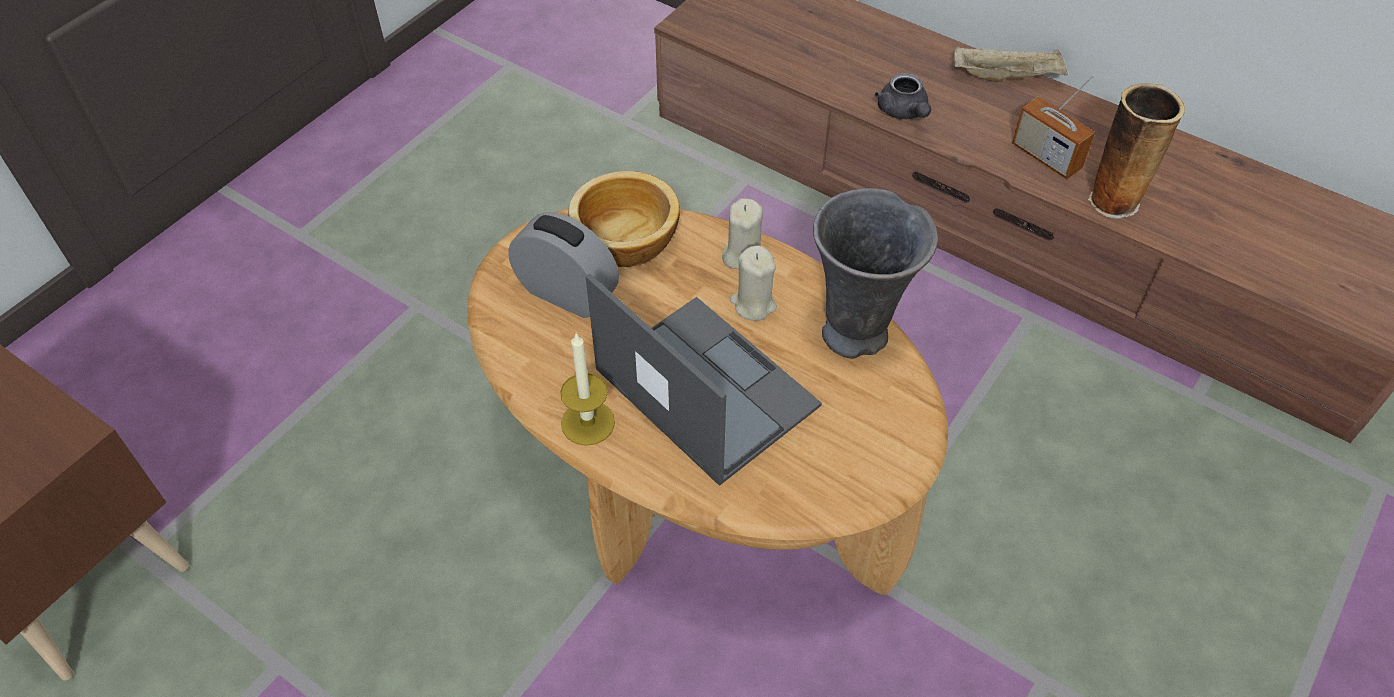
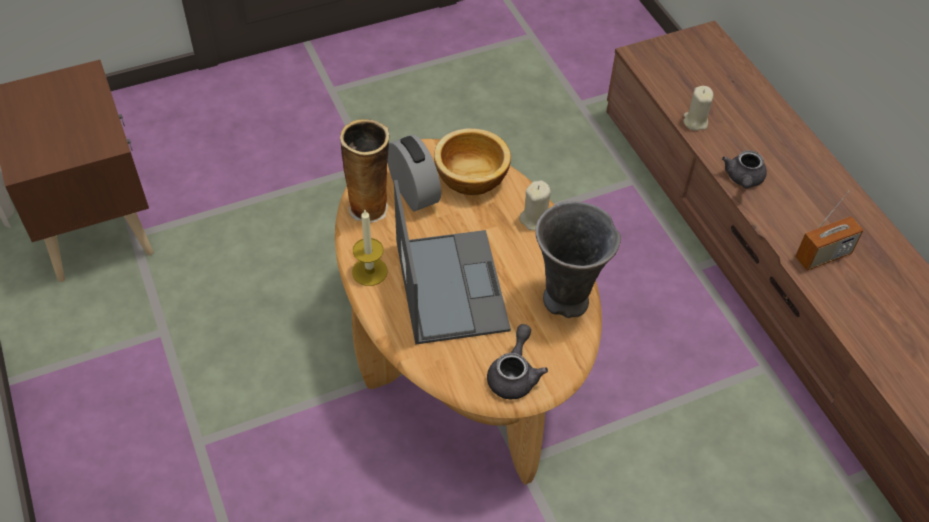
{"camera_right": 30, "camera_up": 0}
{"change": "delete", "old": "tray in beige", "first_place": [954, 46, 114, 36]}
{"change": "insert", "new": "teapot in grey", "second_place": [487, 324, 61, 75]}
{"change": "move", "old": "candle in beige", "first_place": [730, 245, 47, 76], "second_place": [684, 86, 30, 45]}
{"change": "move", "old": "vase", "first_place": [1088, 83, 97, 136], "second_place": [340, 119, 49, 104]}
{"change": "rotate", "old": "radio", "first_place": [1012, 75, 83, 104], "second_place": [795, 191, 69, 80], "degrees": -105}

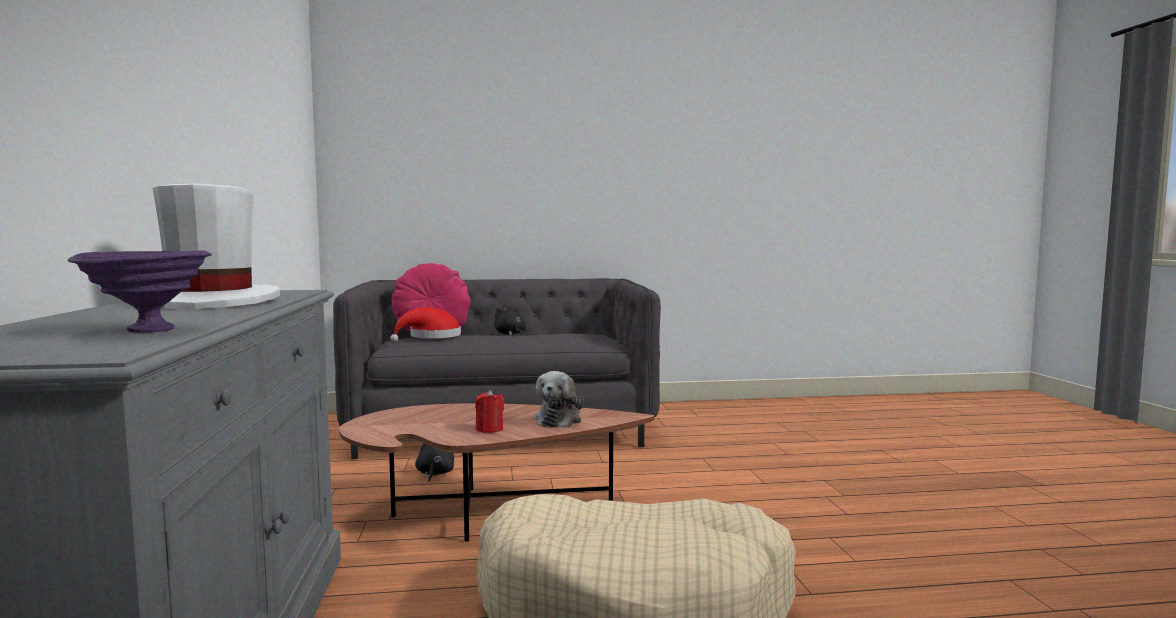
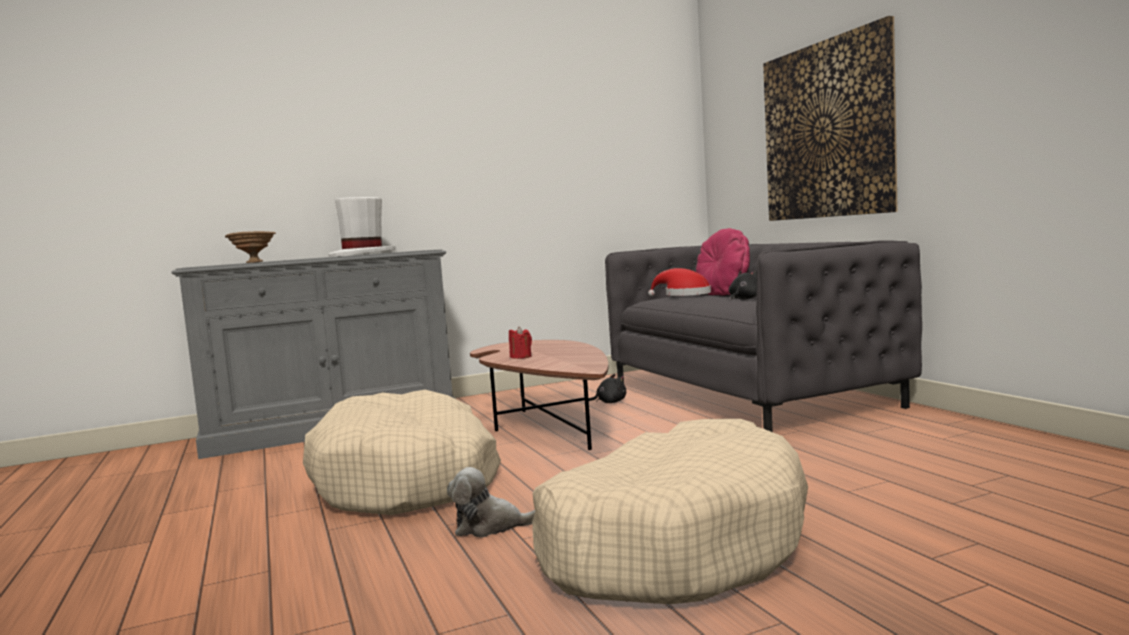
{"camera_right": 75, "camera_up": 0}
{"change": "insert", "new": "dog bed in beige", "second_place": [532, 419, 276, 185]}
{"change": "insert", "new": "picture", "second_place": [763, 16, 134, 205]}
{"change": "move", "old": "plush toy", "first_place": [535, 371, 49, 57], "second_place": [447, 467, 88, 71]}
{"change": "recolor", "old": "bowl in purple", "new": "bowl in brown", "first_place": [68, 250, 144, 83], "second_place": [225, 231, 51, 32]}

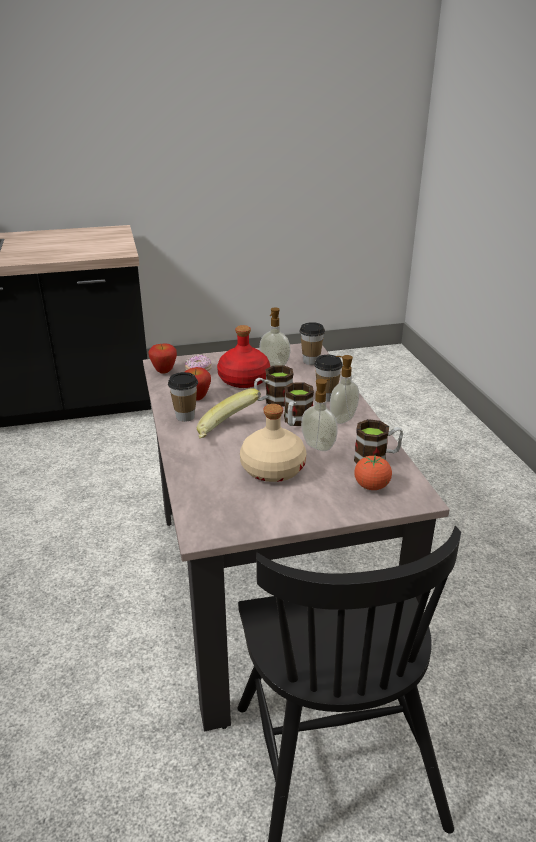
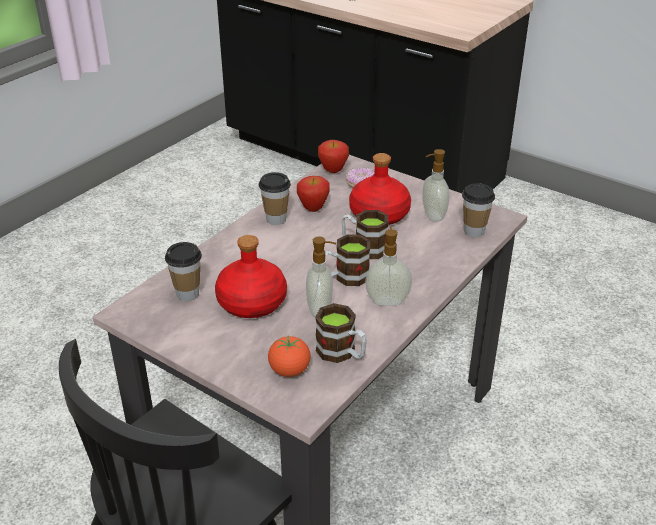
{"camera_right": 50, "camera_up": 5}
{"change": "delete", "old": "banana", "first_place": [197, 388, 64, 50]}
{"change": "move", "old": "cup", "first_place": [314, 355, 29, 47], "second_place": [165, 242, 37, 59]}
{"change": "recolor", "old": "bottle in beige", "new": "bottle in red", "first_place": [240, 404, 67, 78], "second_place": [215, 235, 72, 83]}

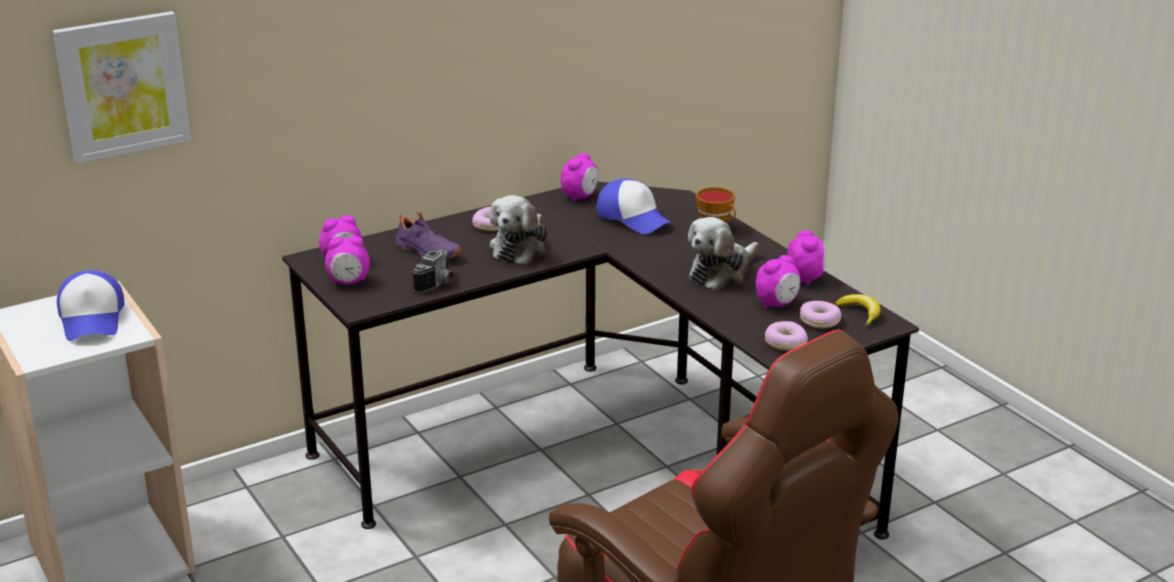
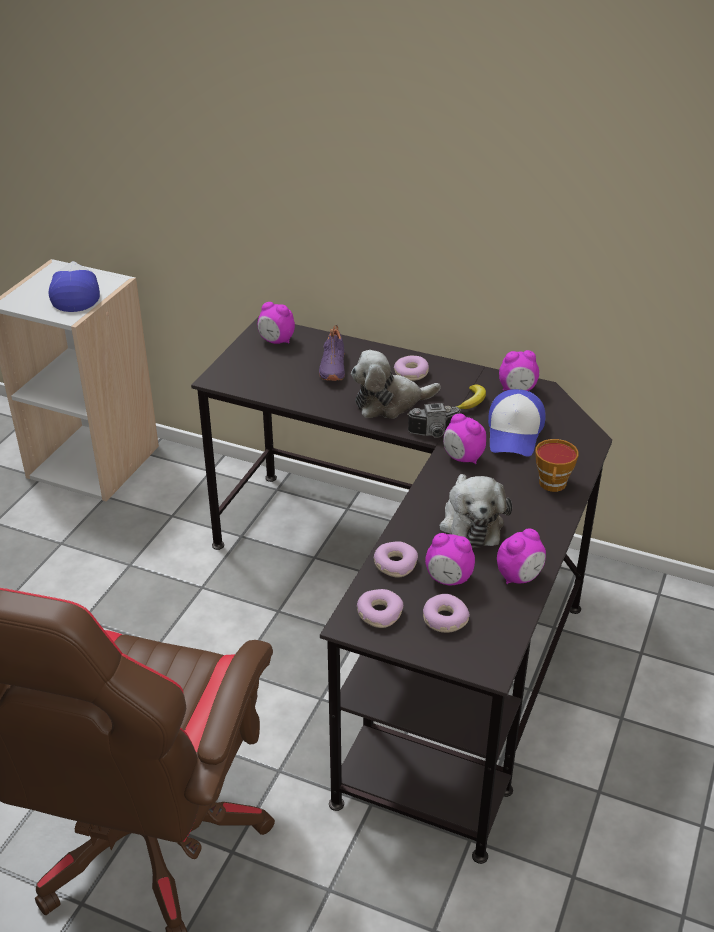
{"camera_right": 55, "camera_up": 10}
{"change": "delete", "old": "picture", "first_place": [53, 11, 138, 152]}
{"change": "insert", "new": "donut", "second_place": [374, 541, 44, 37]}
{"change": "move", "old": "alarm clock", "first_place": [325, 236, 45, 49], "second_place": [443, 414, 43, 50]}
{"change": "move", "old": "photo camera", "first_place": [413, 249, 40, 44], "second_place": [407, 403, 54, 35]}
{"change": "move", "old": "banana", "first_place": [835, 294, 46, 32], "second_place": [456, 385, 30, 24]}
{"change": "rotate", "old": "cap", "first_place": [57, 270, 68, 71], "second_place": [49, 261, 51, 51], "degrees": 135}
{"change": "rotate", "old": "plush toy", "first_place": [688, 217, 71, 73], "second_place": [439, 474, 73, 74], "degrees": -105}

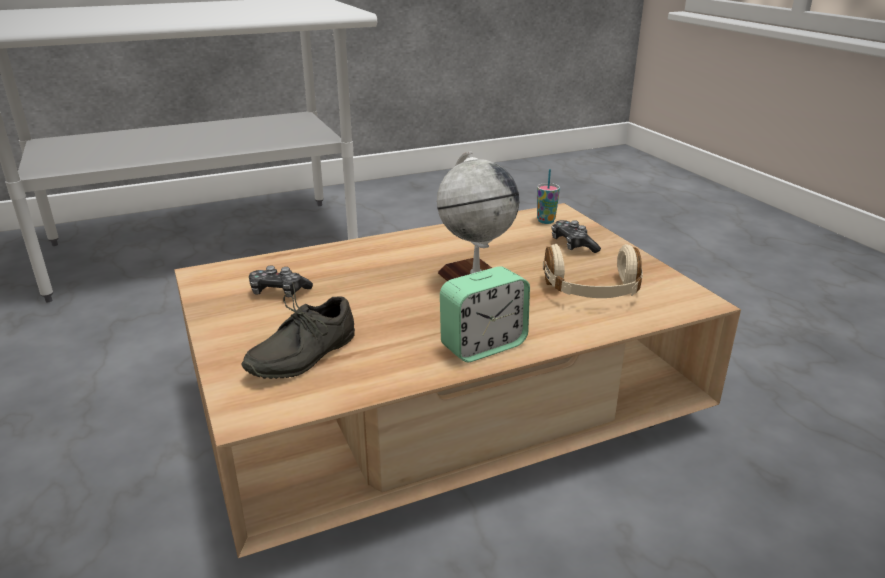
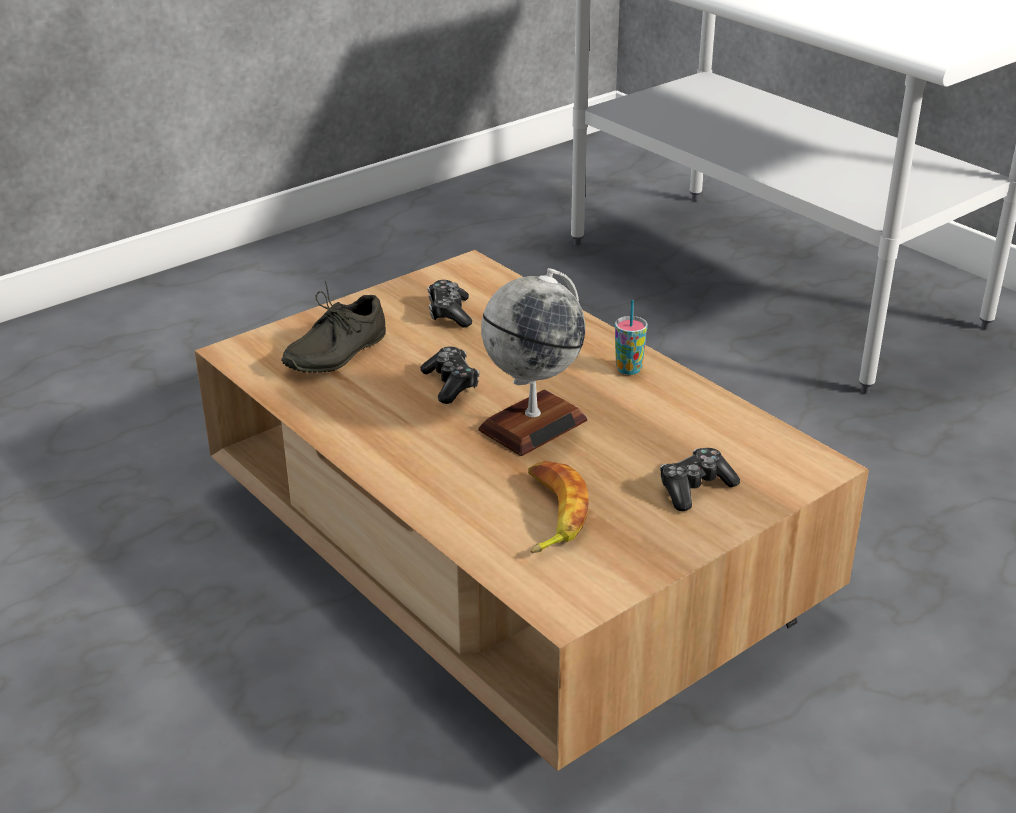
{"camera_right": 75, "camera_up": 5}
{"change": "delete", "old": "alarm clock", "first_place": [440, 266, 90, 96]}
{"change": "insert", "new": "game controller", "second_place": [420, 346, 59, 58]}
{"change": "move", "old": "cup", "first_place": [537, 169, 23, 55], "second_place": [615, 300, 33, 75]}
{"change": "replace", "old": "headphones in beige", "new": "banana", "first_place": [543, 244, 100, 54], "second_place": [528, 461, 61, 92]}
{"change": "rotate", "old": "shoe in grey", "first_place": [241, 282, 114, 97], "second_place": [281, 281, 105, 92], "degrees": -75}

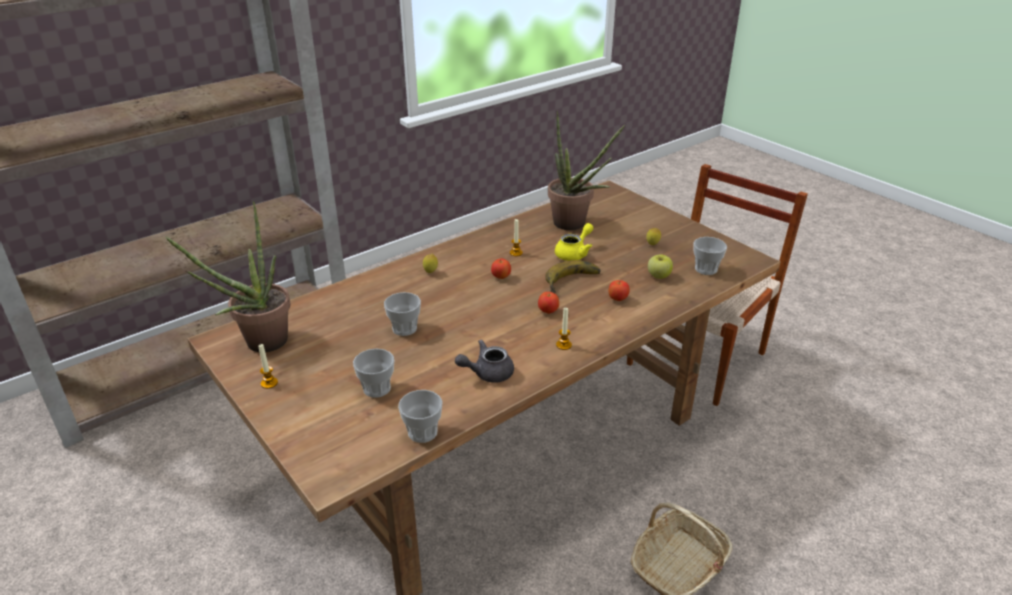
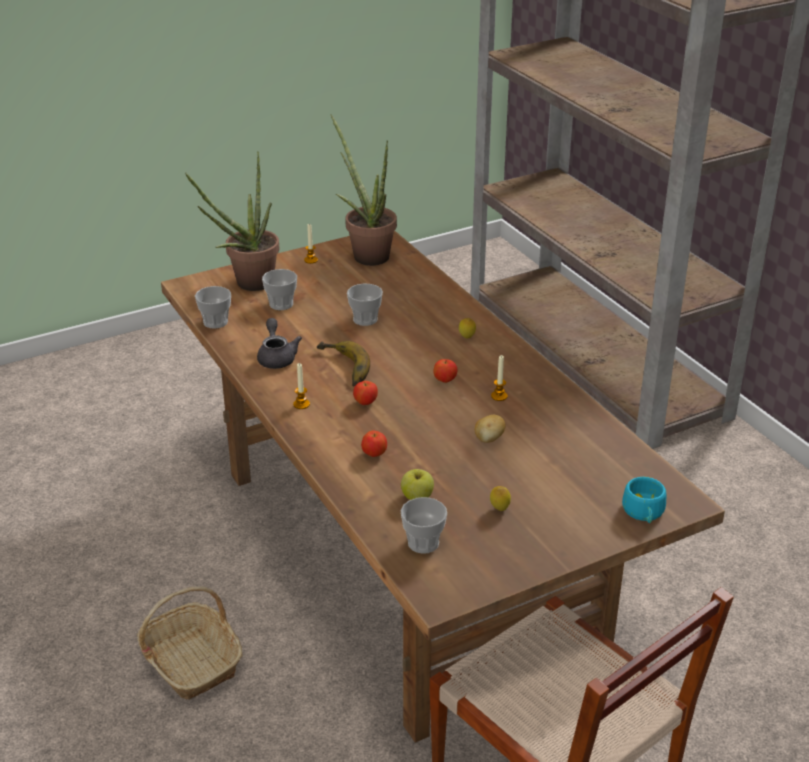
{"camera_right": 100, "camera_up": 0}
{"change": "insert", "new": "cup in turquoise", "second_place": [622, 477, 44, 46]}
{"change": "move", "old": "banana", "first_place": [545, 260, 56, 33], "second_place": [317, 341, 53, 46]}
{"change": "move", "old": "potted plant", "first_place": [548, 110, 77, 120], "second_place": [185, 151, 94, 140]}
{"change": "replace", "old": "teapot in yellow", "new": "potato", "first_place": [555, 223, 38, 38], "second_place": [475, 415, 31, 28]}

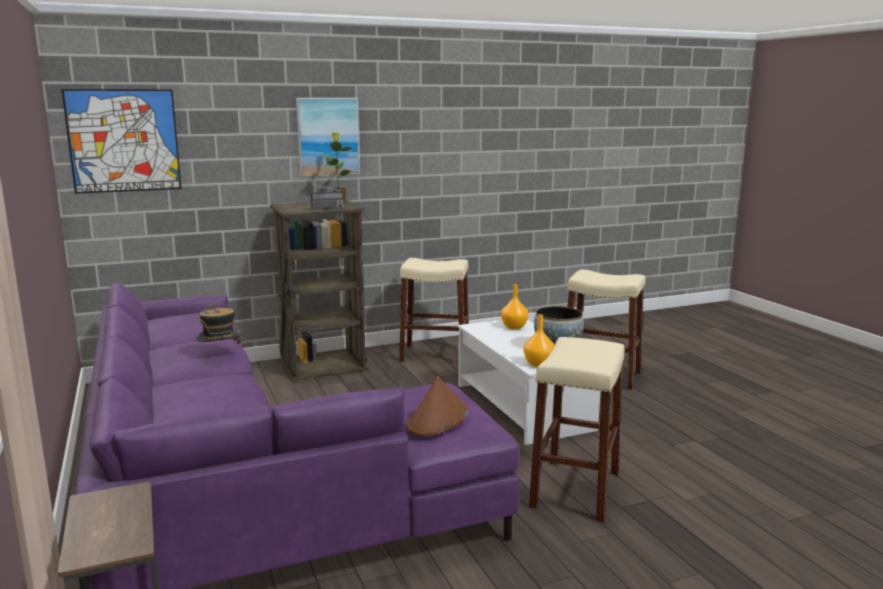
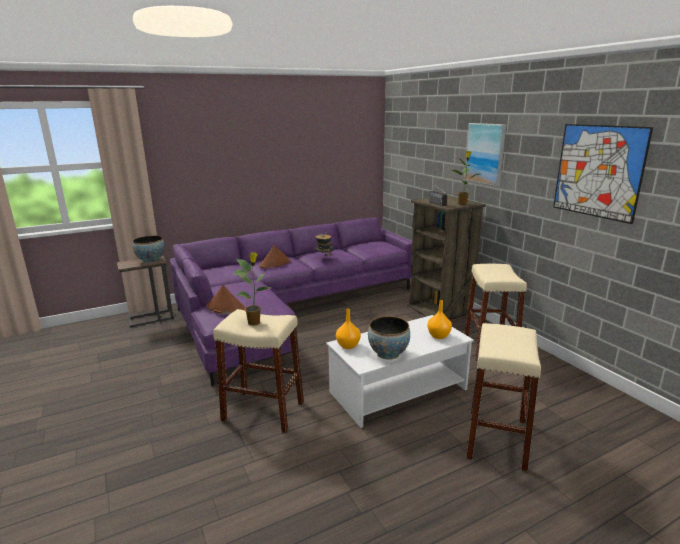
{"camera_right": 85, "camera_up": 5}
{"change": "insert", "new": "bowl", "second_place": [133, 236, 32, 27]}
{"change": "insert", "new": "potted plant", "second_place": [233, 252, 38, 74]}
{"change": "insert", "new": "hat in brown", "second_place": [259, 245, 31, 23]}
{"change": "move", "old": "picture", "first_place": [61, 89, 121, 105], "second_place": [553, 124, 100, 100]}

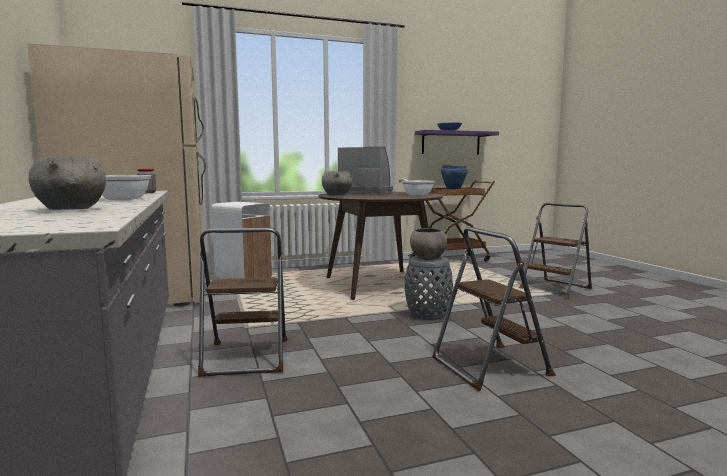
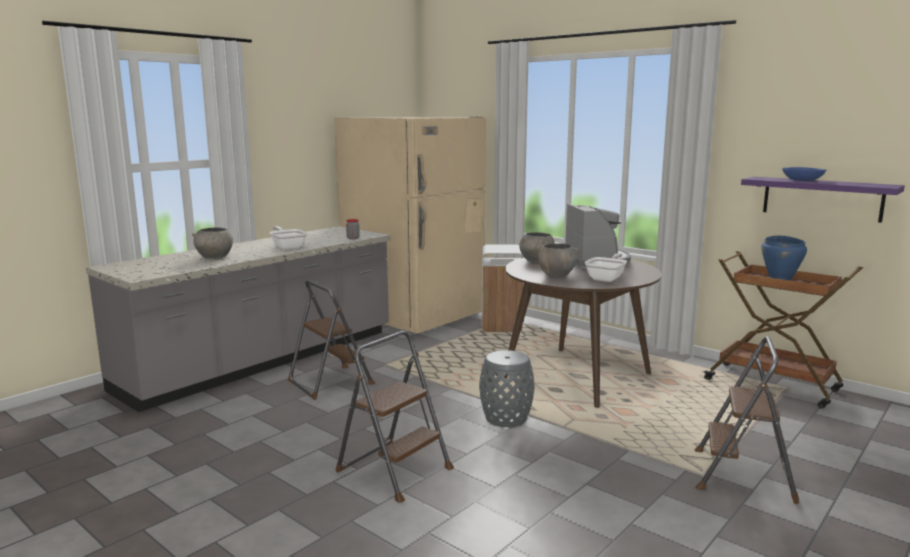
{"camera_right": 60, "camera_up": 5}
{"change": "move", "old": "bowl in grey", "first_place": [410, 228, 37, 32], "second_place": [538, 243, 42, 34]}

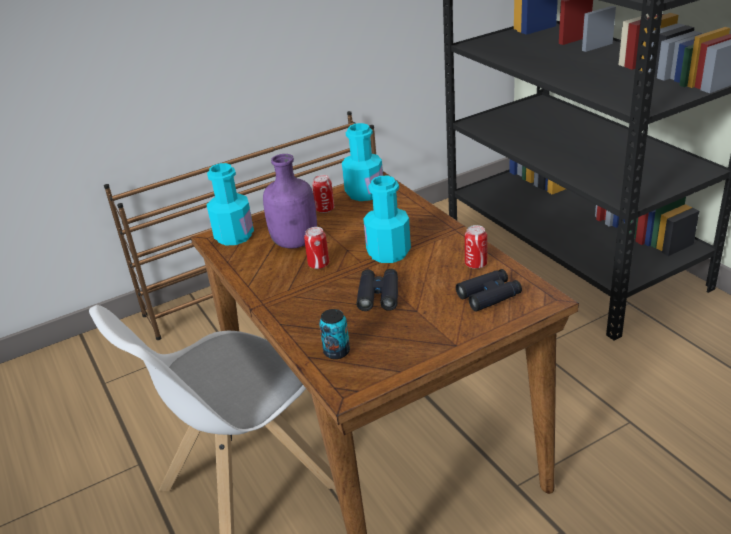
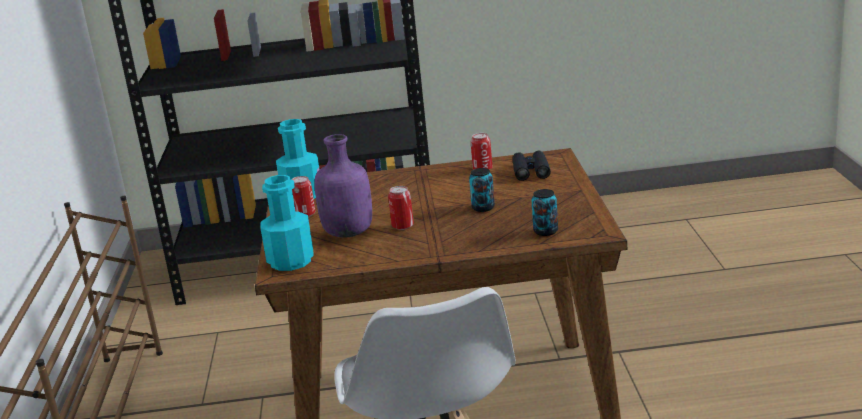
{"camera_right": -65, "camera_up": -10}
{"change": "delete", "old": "bottle in turquoise", "first_place": [363, 176, 48, 87]}
{"change": "replace", "old": "binoculars in black", "new": "can", "first_place": [356, 269, 42, 42], "second_place": [469, 168, 26, 44]}

